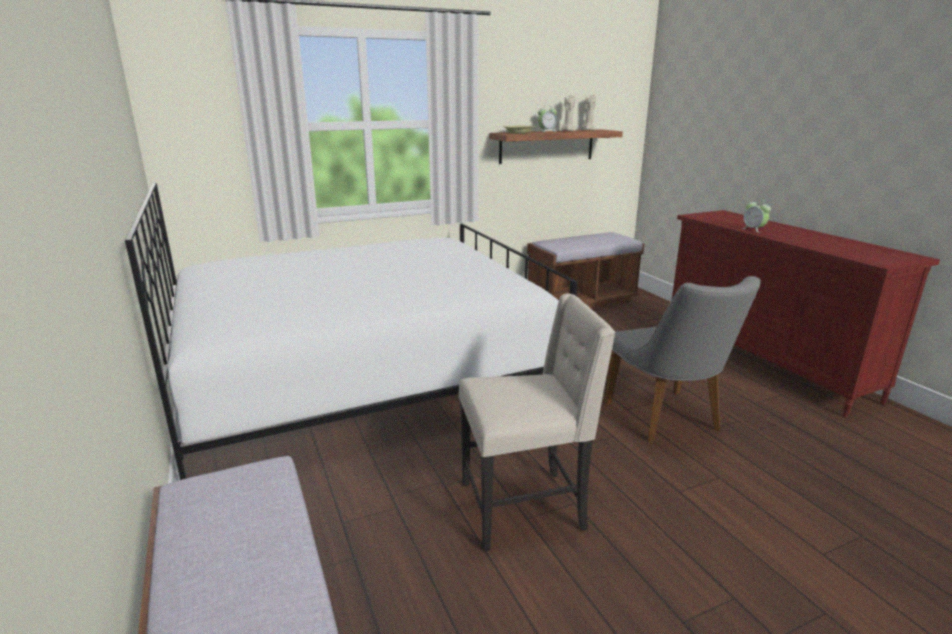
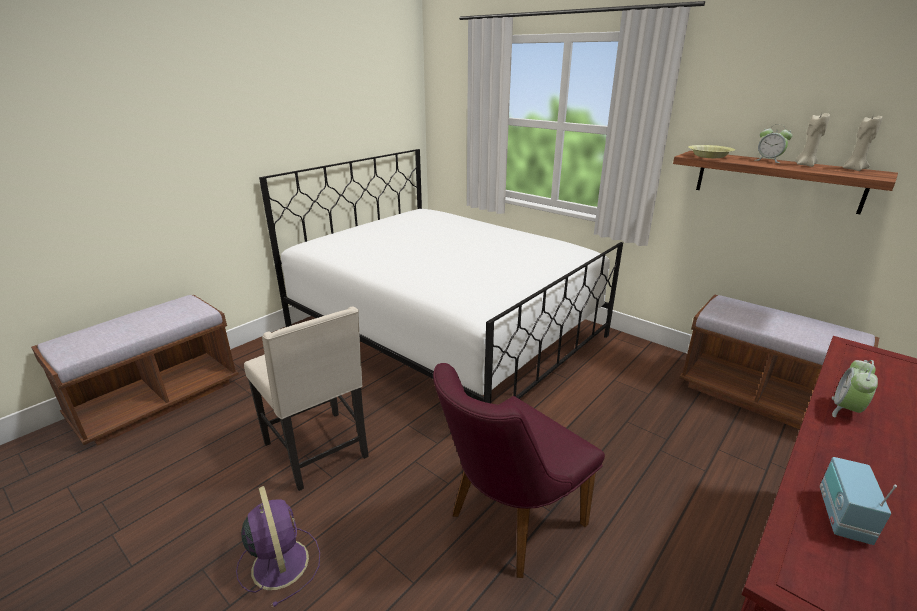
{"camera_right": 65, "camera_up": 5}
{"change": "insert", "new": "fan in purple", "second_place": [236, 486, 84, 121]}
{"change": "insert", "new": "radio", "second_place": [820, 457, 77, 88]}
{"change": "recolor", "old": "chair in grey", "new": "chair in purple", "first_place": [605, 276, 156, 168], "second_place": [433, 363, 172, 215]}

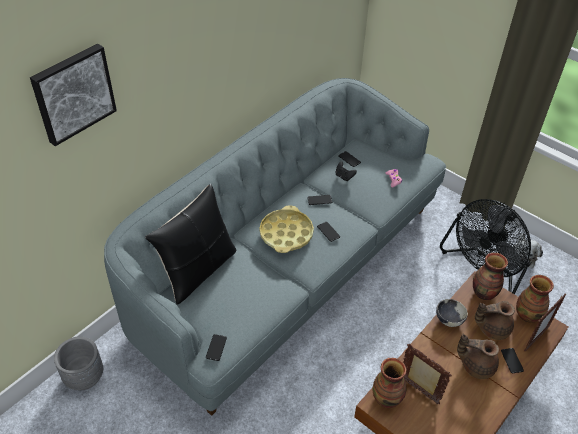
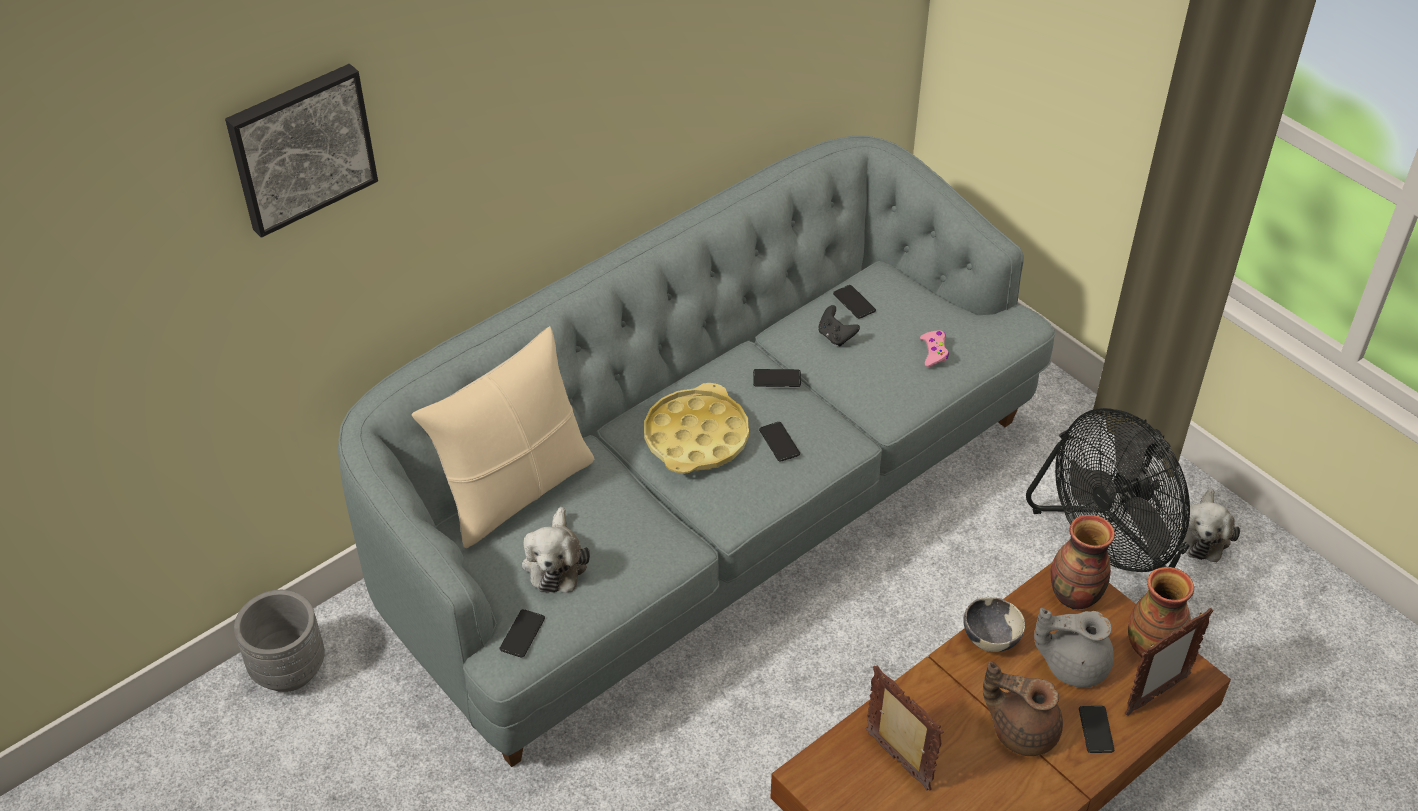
{"camera_right": 10, "camera_up": 0}
{"change": "delete", "old": "vase", "first_place": [373, 358, 34, 50]}
{"change": "insert", "new": "plush toy", "second_place": [522, 507, 68, 86]}
{"change": "recolor", "old": "pillow in black", "new": "pillow in beige", "first_place": [145, 183, 91, 122], "second_place": [412, 326, 182, 222]}
{"change": "recolor", "old": "teapot in brown", "new": "teapot in grey", "first_place": [475, 301, 40, 39], "second_place": [1034, 608, 80, 80]}

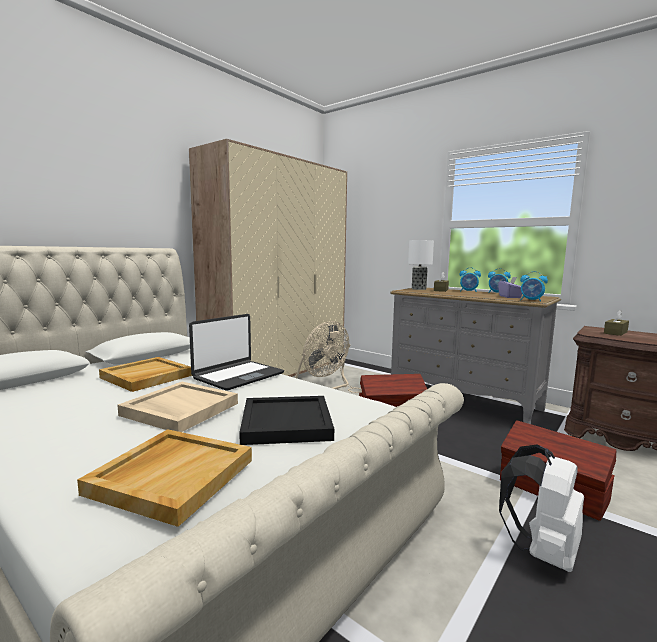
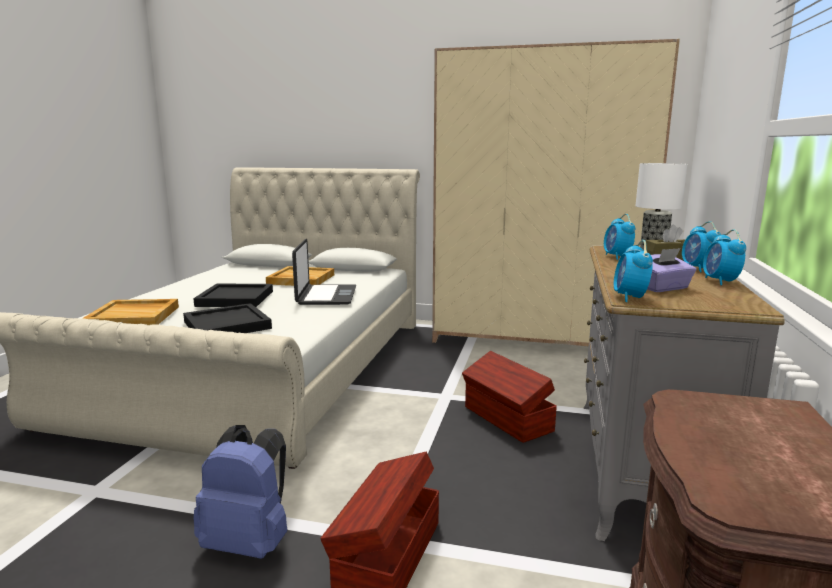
{"camera_right": 65, "camera_up": 5}
{"change": "delete", "old": "fan in beige", "first_place": [295, 321, 67, 72]}
{"change": "delete", "old": "tissue box in brown", "first_place": [604, 310, 25, 26]}
{"change": "insert", "new": "alarm clock", "second_place": [604, 214, 31, 46]}
{"change": "recolor", "old": "tray in beige", "new": "tray in black", "first_place": [117, 382, 121, 50], "second_place": [193, 283, 80, 24]}
{"change": "recolor", "old": "backpack in white", "new": "backpack in blue", "first_place": [499, 445, 85, 127], "second_place": [193, 425, 95, 134]}
{"change": "rotate", "old": "laptop", "first_place": [189, 314, 95, 77], "second_place": [292, 239, 64, 66], "degrees": -105}

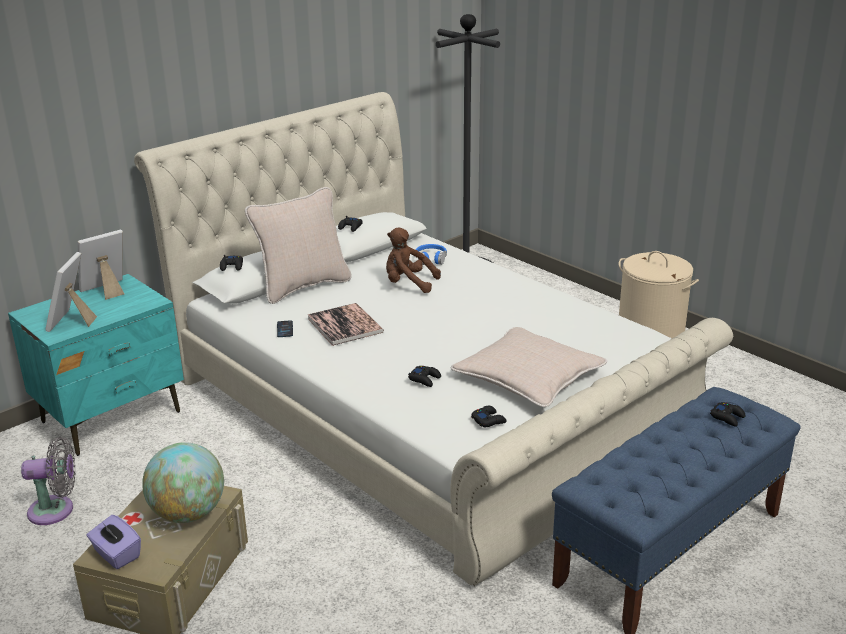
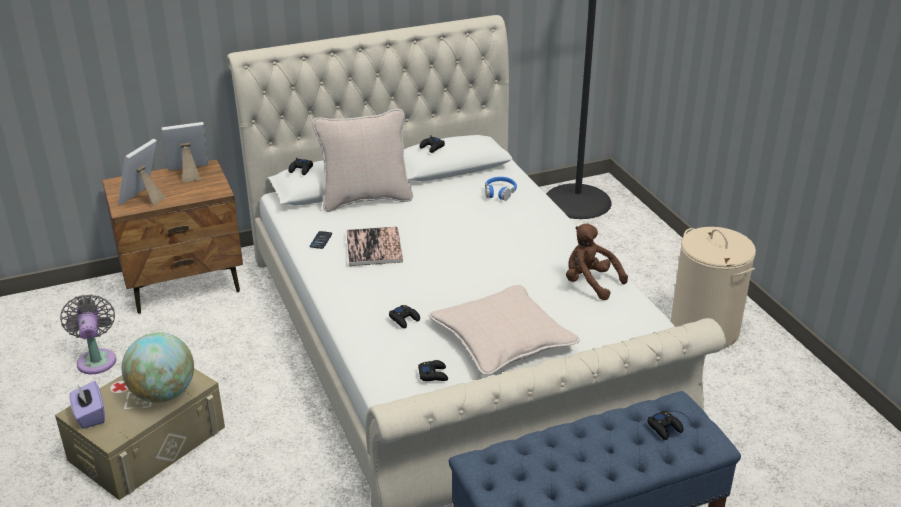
{"camera_right": 20, "camera_up": 5}
{"change": "move", "old": "plush toy in brown", "first_place": [386, 228, 55, 65], "second_place": [566, 224, 62, 76]}
{"change": "recolor", "old": "nightstand in turquoise", "new": "nightstand in brown", "first_place": [8, 274, 176, 182], "second_place": [102, 159, 141, 155]}
{"change": "rotate", "old": "fan in grey", "first_place": [21, 437, 54, 88], "second_place": [60, 294, 56, 80], "degrees": -120}

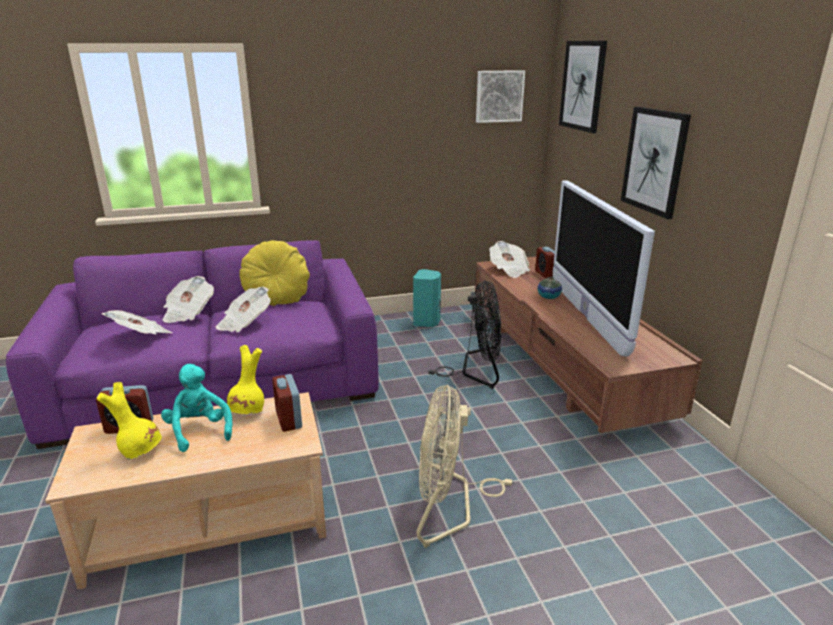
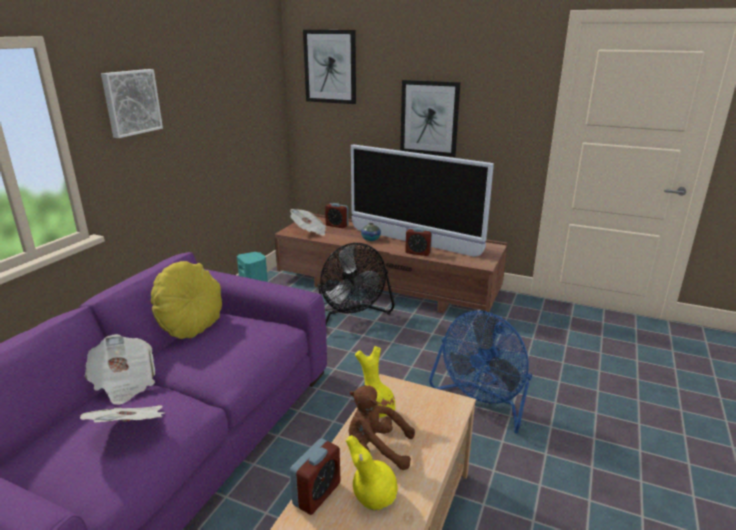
{"camera_right": -50, "camera_up": 0}
{"change": "delete", "old": "newspaper", "first_place": [216, 287, 55, 45]}
{"change": "move", "old": "alarm clock", "first_place": [272, 374, 30, 58], "second_place": [405, 228, 27, 28]}
{"change": "move", "old": "picture", "first_place": [476, 70, 49, 53], "second_place": [101, 69, 62, 69]}
{"change": "recolor", "old": "plush toy in turquoise", "new": "plush toy in brown", "first_place": [161, 364, 71, 88], "second_place": [349, 385, 66, 85]}
{"change": "recolor", "old": "fan in beige", "new": "fan in blue", "first_place": [417, 385, 98, 163], "second_place": [429, 311, 103, 123]}
{"change": "rotate", "old": "fan in black", "first_place": [427, 280, 74, 109], "second_place": [317, 243, 78, 82], "degrees": 105}

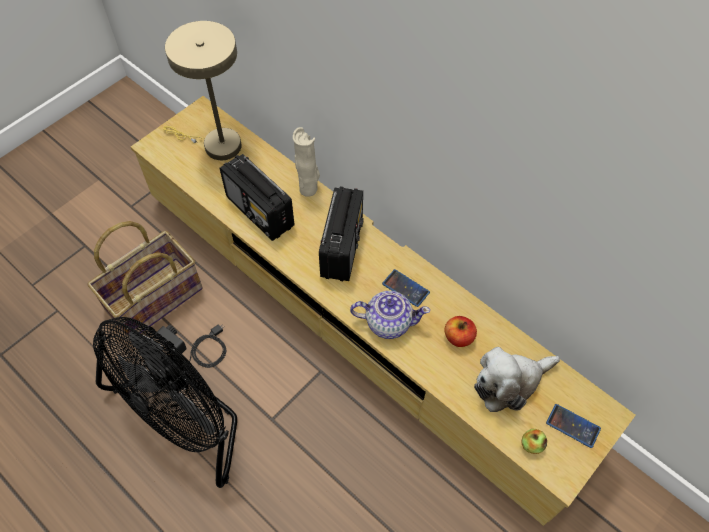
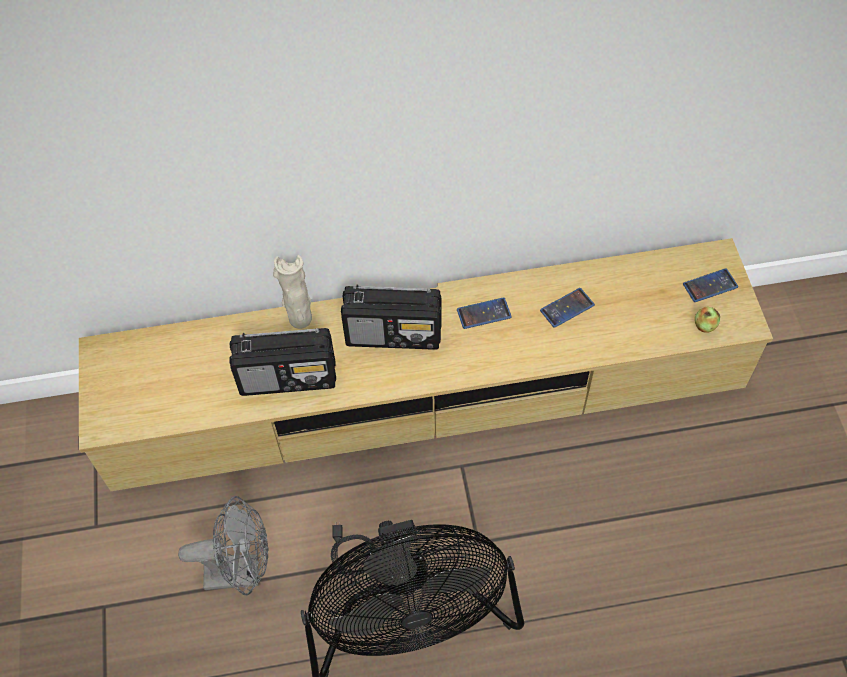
{"camera_right": -50, "camera_up": 0}
{"change": "delete", "old": "table lamp in beige", "first_place": [163, 21, 79, 139]}
{"change": "delete", "old": "teapot", "first_place": [350, 291, 80, 48]}
{"change": "delete", "old": "plush toy", "first_place": [474, 347, 86, 65]}
{"change": "replace", "old": "basket", "new": "fan in grey", "first_place": [87, 221, 116, 119], "second_place": [178, 496, 90, 99]}
{"change": "replace", "old": "apple", "new": "phone", "first_place": [445, 316, 32, 31], "second_place": [540, 288, 55, 40]}
{"change": "rotate", "old": "radio", "first_place": [319, 186, 45, 95], "second_place": [341, 284, 101, 66], "degrees": 135}

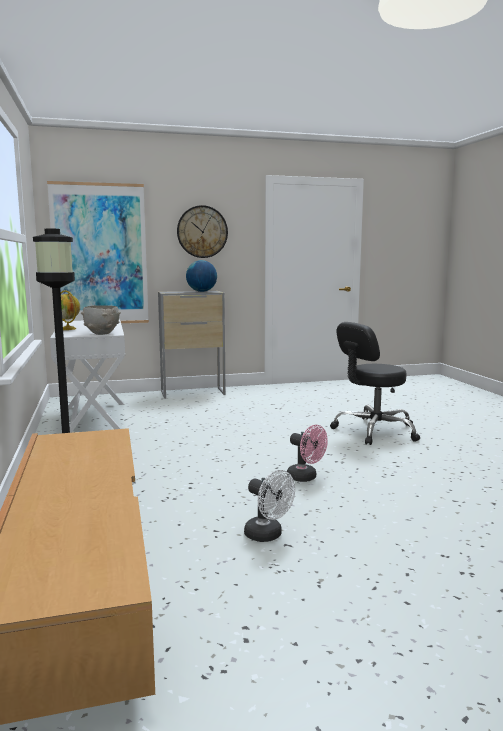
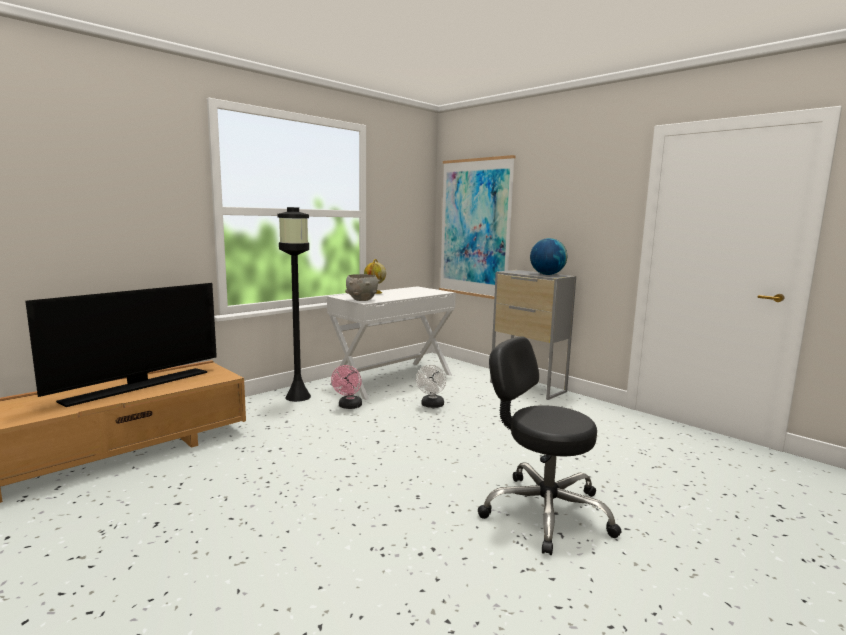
{"camera_right": 60, "camera_up": 0}
{"change": "delete", "old": "wall clock", "first_place": [177, 205, 51, 53]}
{"change": "insert", "new": "television", "second_place": [25, 283, 192, 124]}
{"change": "move", "old": "fan in white", "first_place": [244, 470, 51, 72], "second_place": [416, 365, 30, 43]}
{"change": "move", "old": "fan in pink", "first_place": [287, 425, 41, 57], "second_place": [331, 365, 31, 44]}

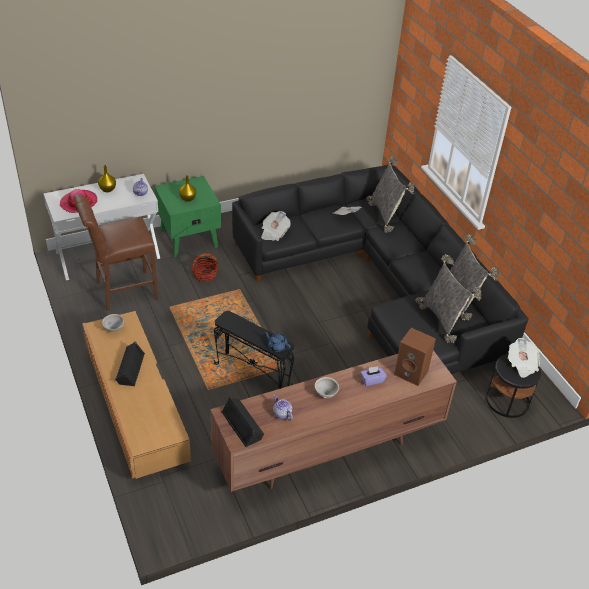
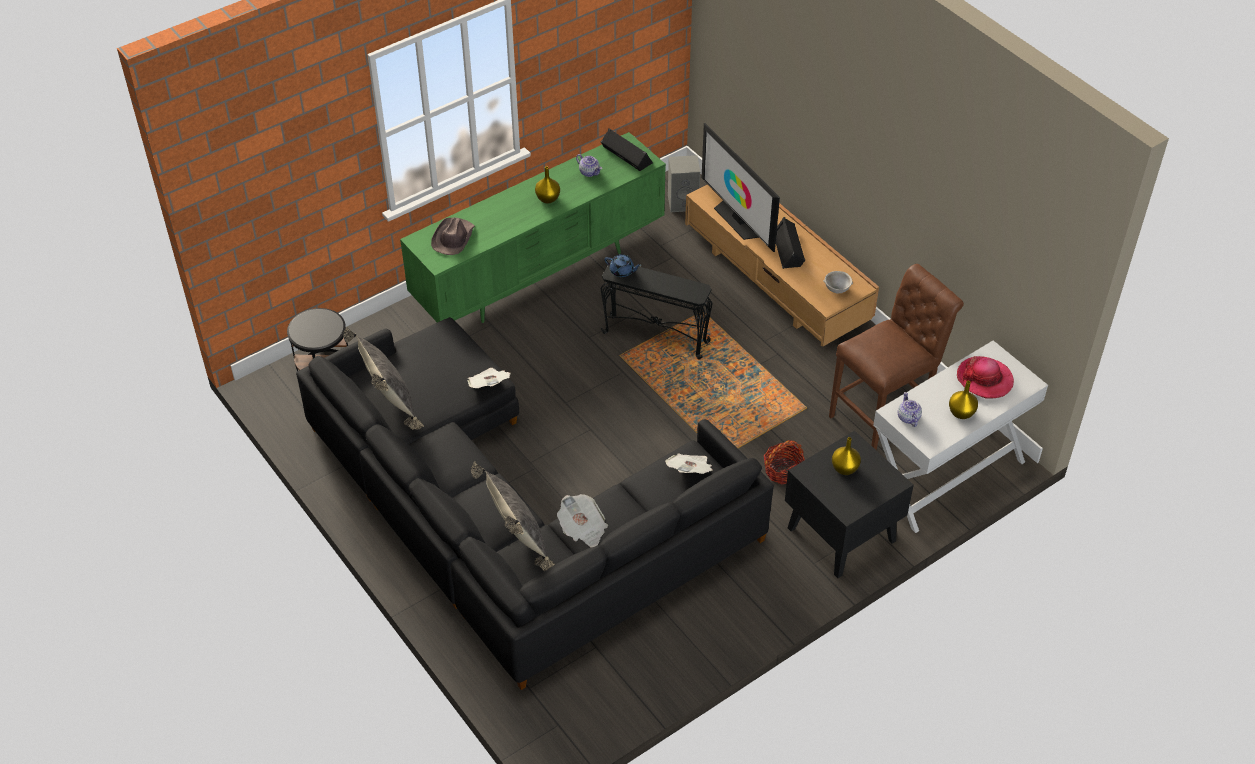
{"camera_right": 170, "camera_up": 5}
{"change": "delete", "old": "tissue box in purple", "first_place": [360, 366, 27, 20]}
{"change": "delete", "old": "pillow", "first_place": [415, 254, 66, 89]}
{"change": "insert", "new": "speaker in grey", "second_place": [668, 155, 32, 57]}
{"change": "insert", "new": "television", "second_place": [702, 123, 78, 129]}
{"change": "move", "old": "newspaper", "first_place": [508, 338, 32, 40], "second_place": [467, 368, 43, 20]}
{"change": "replace", "old": "bowl in grey", "new": "vase in yellow", "first_place": [315, 377, 24, 21], "second_place": [535, 166, 25, 38]}
{"change": "replace", "old": "speaker in brown", "new": "hat in brown", "first_place": [394, 328, 42, 58], "second_place": [431, 217, 44, 38]}
{"change": "recolor", "old": "nightstand in green", "new": "nightstand in black", "first_place": [154, 176, 67, 81], "second_place": [785, 431, 129, 147]}
{"change": "recolor", "old": "cabinet in brown", "new": "cabinet in green", "first_place": [210, 350, 247, 142], "second_place": [400, 132, 266, 191]}

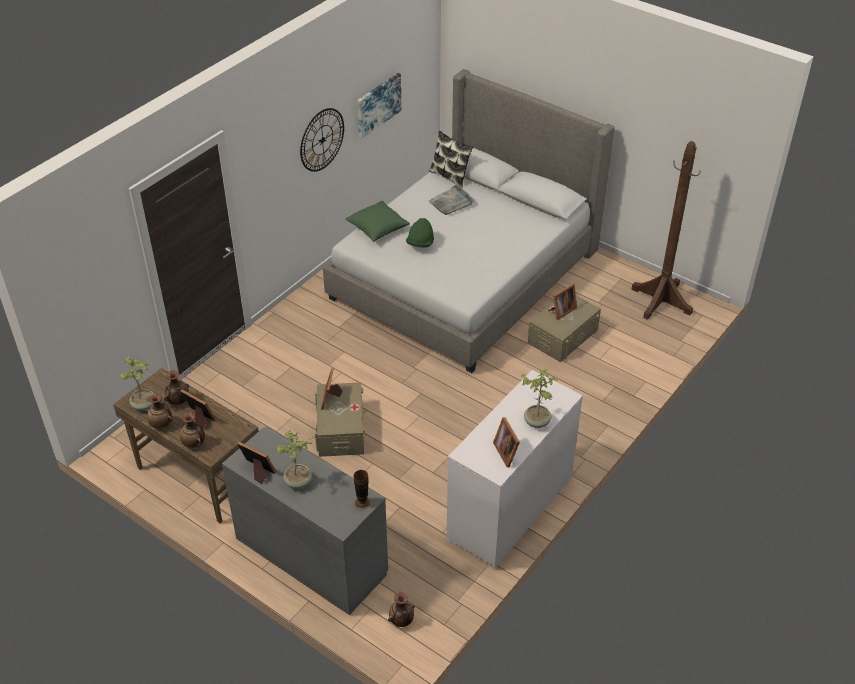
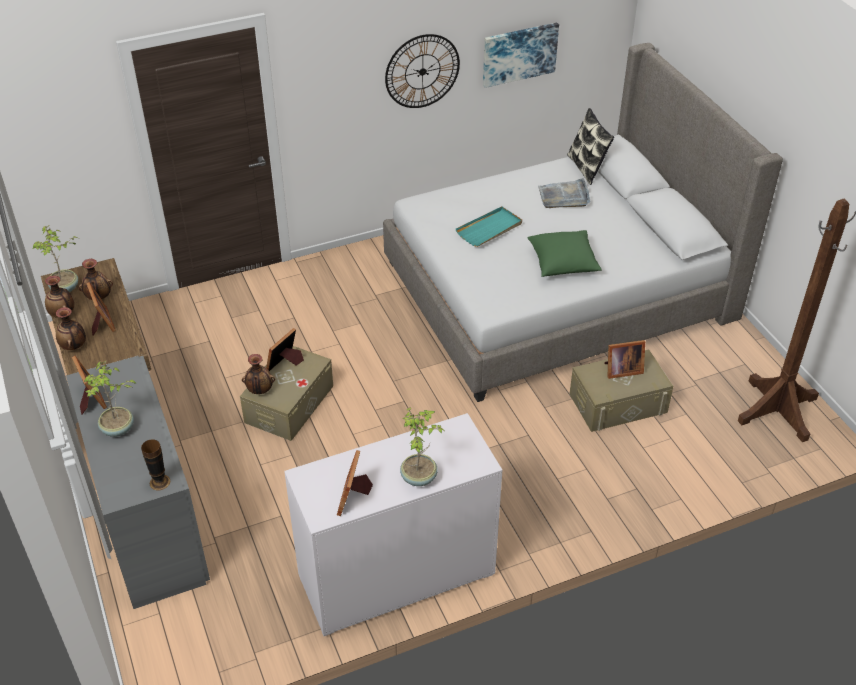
{"camera_right": 30, "camera_up": 0}
{"change": "move", "old": "pillow in green", "first_place": [345, 201, 65, 41], "second_place": [527, 230, 75, 47]}
{"change": "move", "old": "vase", "first_place": [388, 592, 27, 35], "second_place": [242, 354, 33, 40]}
{"change": "replace", "old": "hat in green", "new": "tray in turquoise", "first_place": [406, 218, 28, 30], "second_place": [456, 207, 66, 40]}

